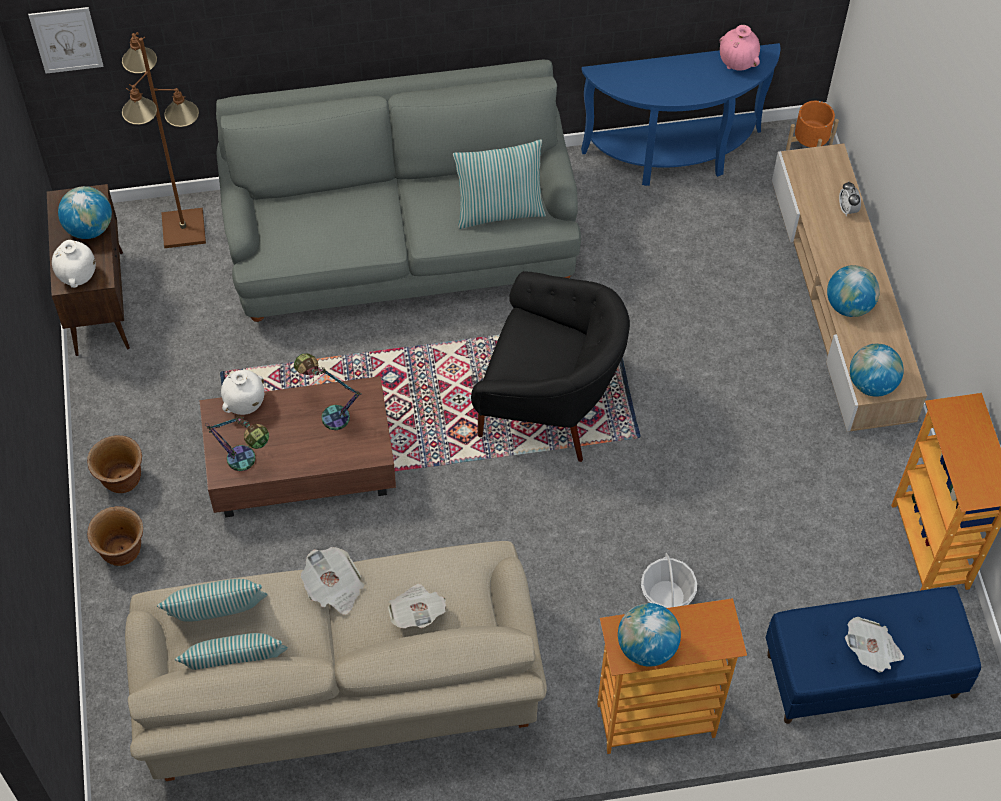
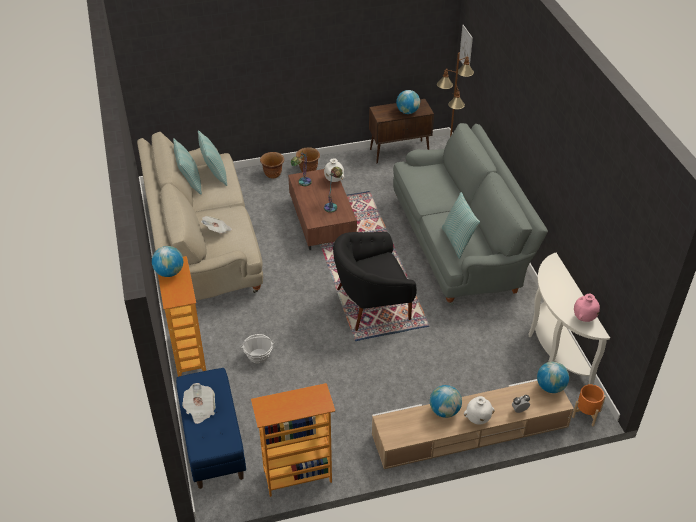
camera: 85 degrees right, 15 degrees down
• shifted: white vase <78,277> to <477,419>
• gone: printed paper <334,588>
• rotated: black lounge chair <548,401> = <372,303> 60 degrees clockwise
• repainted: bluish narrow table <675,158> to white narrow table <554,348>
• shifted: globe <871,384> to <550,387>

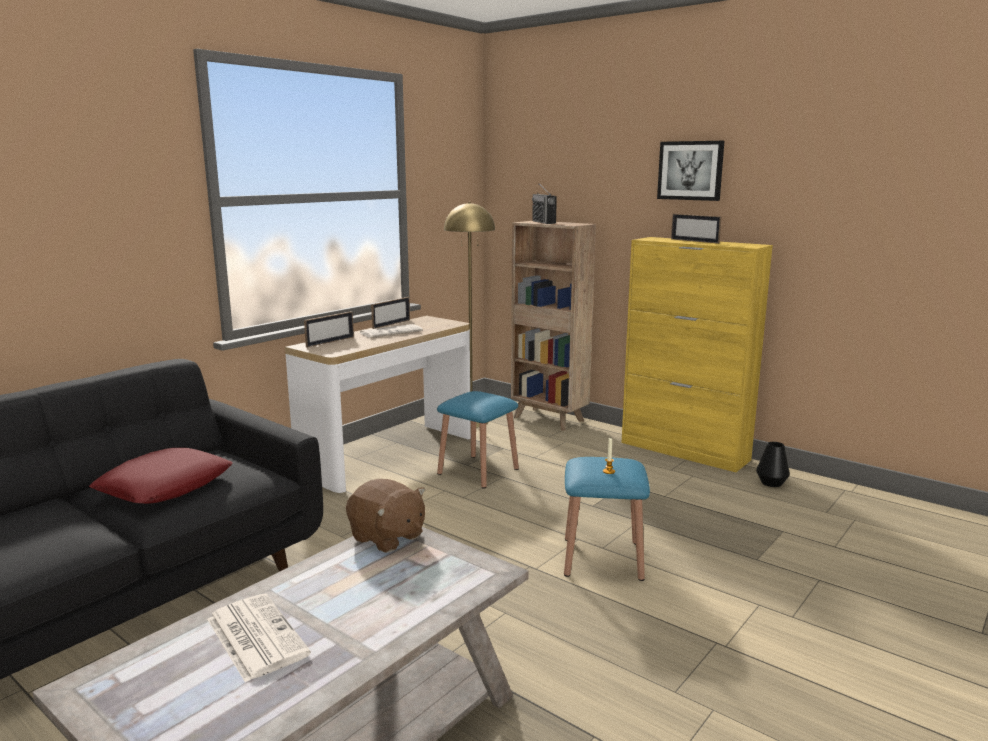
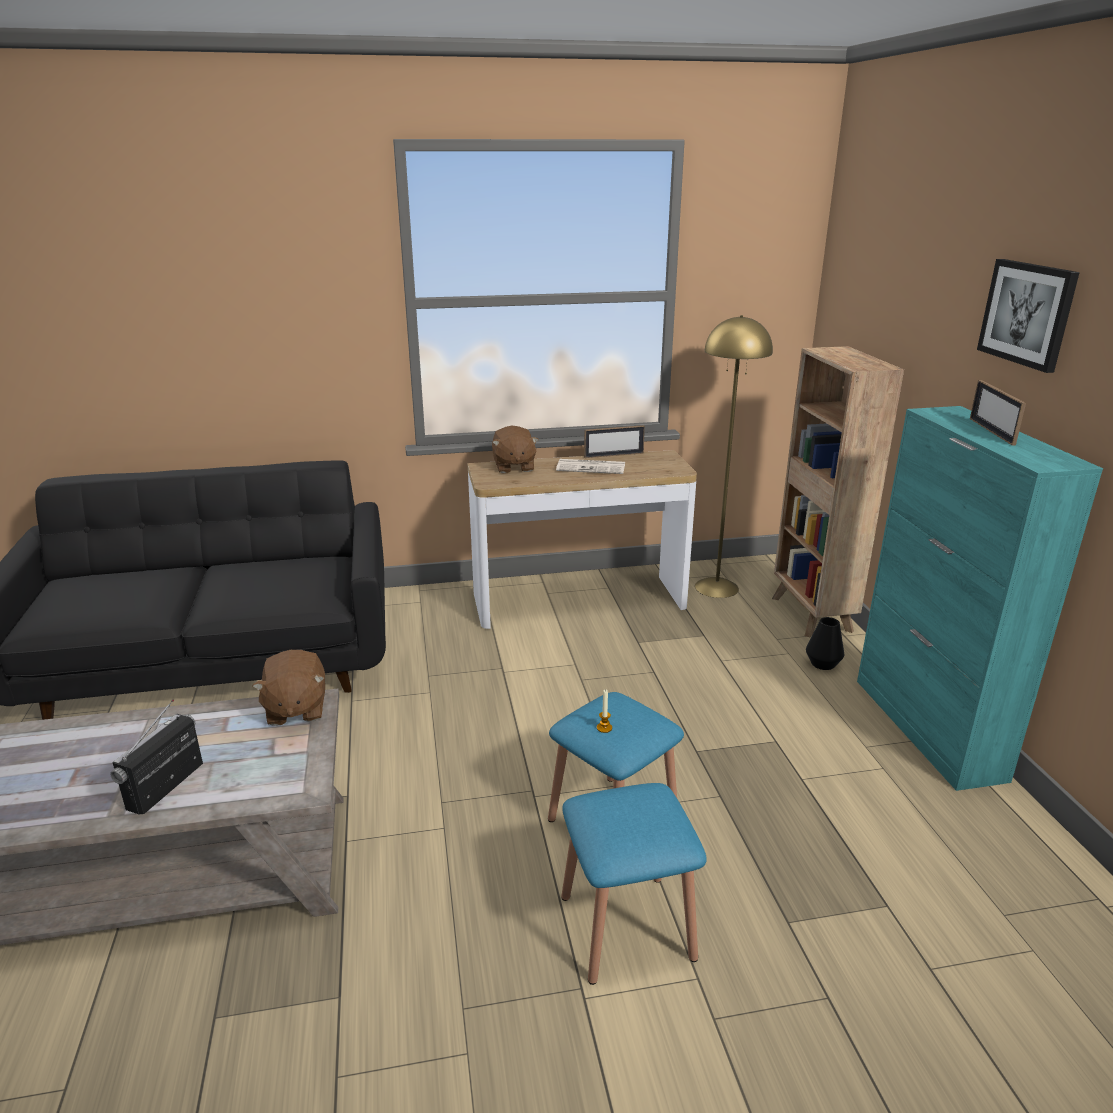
camera: 40 degrees right, 10 degrees up
• gone: red throw pillow <165,486>
• gone: printed paper <255,636>
• swapped: photo frame <330,342> to brownish cuddly toy <513,467>
• shifted: bluish stool <478,471> to <627,927>
• shifted: radio receiver <543,222> to <166,786>
• repainted: yellow storage cabinet <685,451> to turquoise storage cabinet <927,728>
• shifted: black vase <771,483> to <823,663>

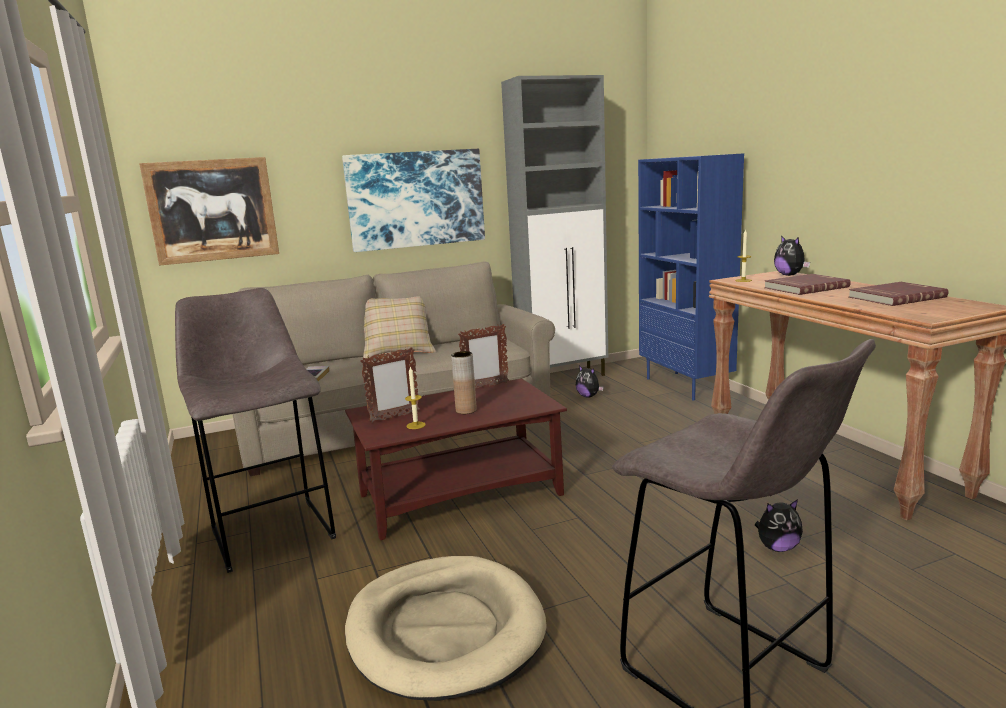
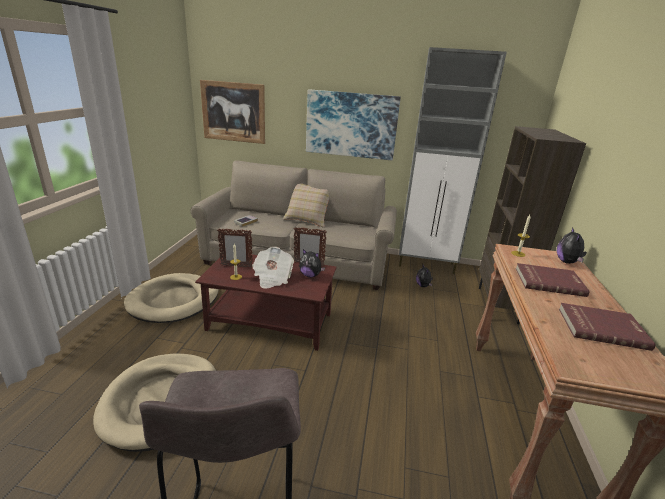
camera: 30 degrees right, 10 degrees up
• swapped: gray stool <272,532> to beige dog bed <174,301>
• swapped: brownish vase <466,410> to printed paper <272,278>
• repainted: bluish bookshelf <686,386> to brownish bookshelf <498,305>
• shifted: cuddly toy <777,548> to <310,275>

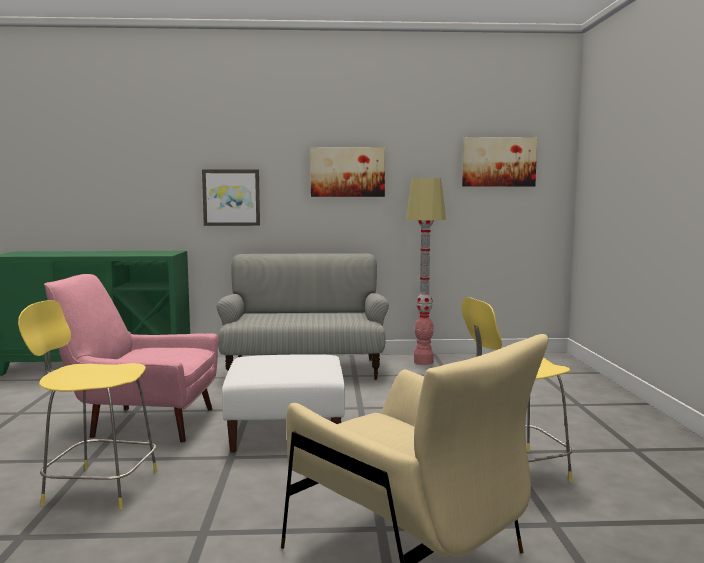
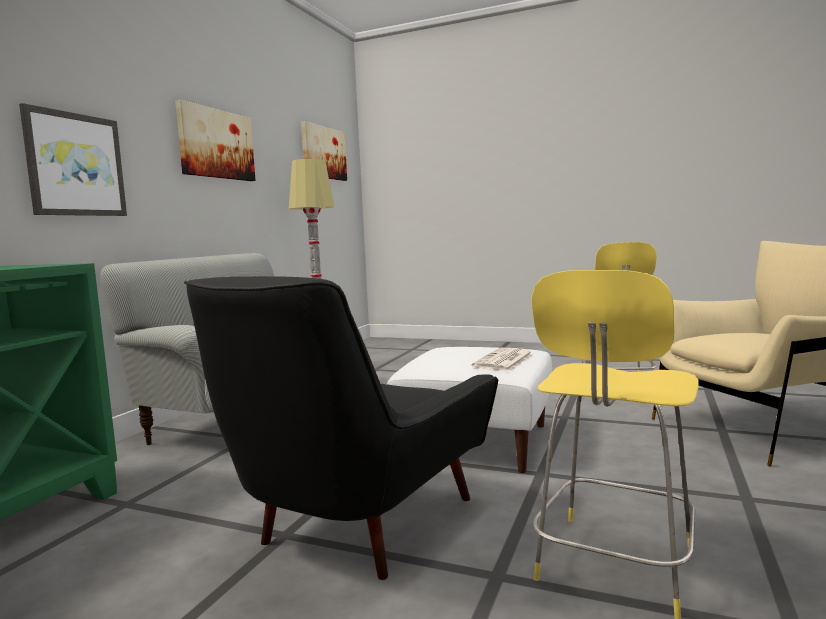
camera: 65 degrees left, 0 degrees up
• repainted: pink-coloured lounge chair <141,423> to black lounge chair <355,529>
• new: printed paper <504,361>

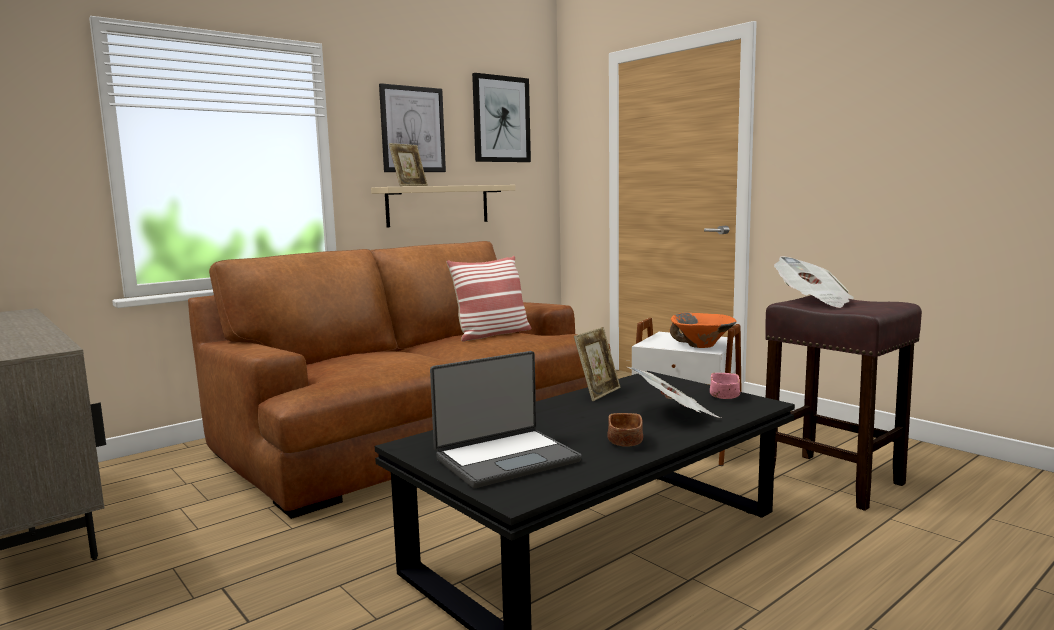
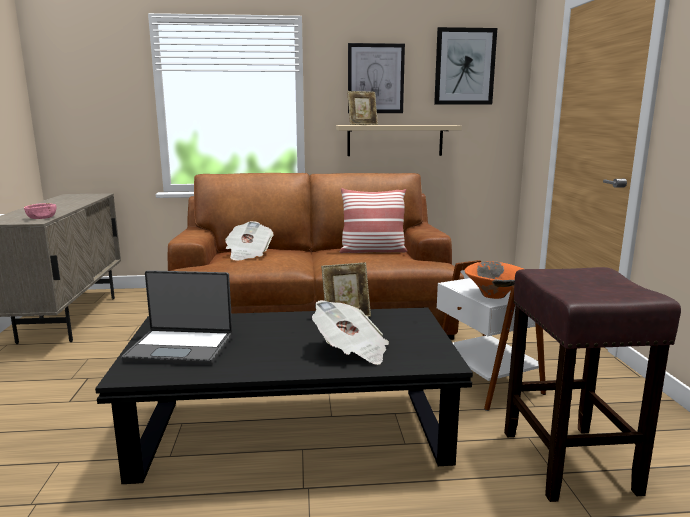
camera: 35 degrees right, 5 degrees up
• gone: brownish serving bowl <625,442>
• shifted: pink-coloured serving bowl <724,396> to <42,218>
• shifted: printed paper <813,302> to <248,254>

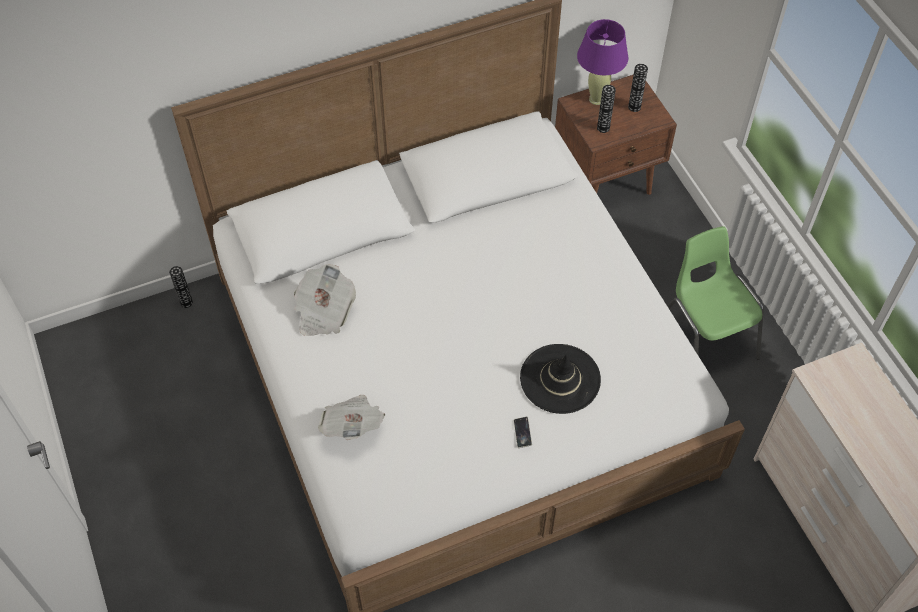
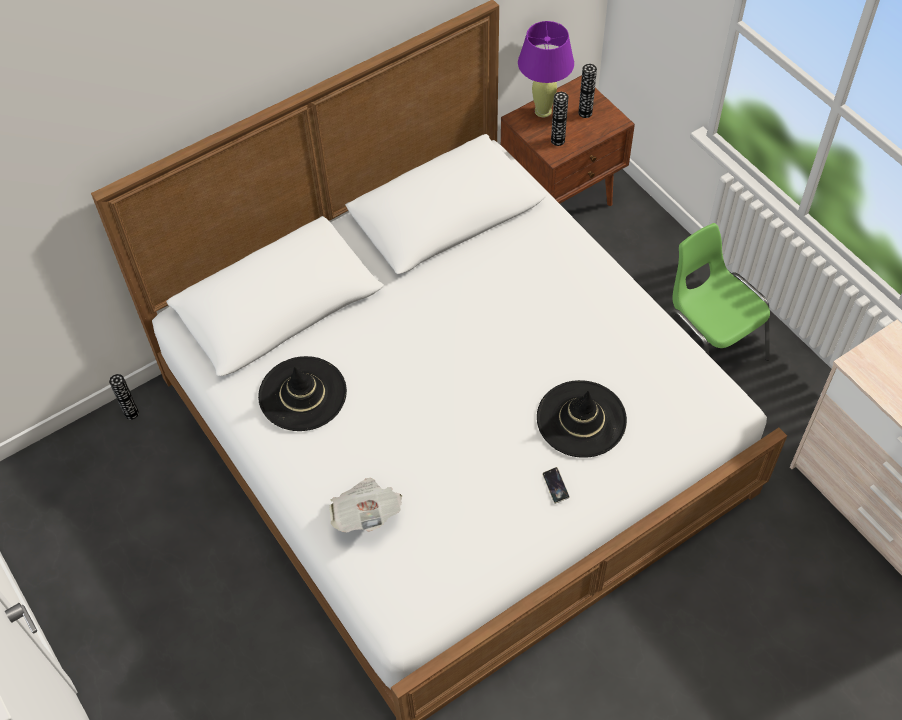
camera: 10 degrees left, 0 degrees up
• swapped: printed paper <324,312> to black hat <303,394>

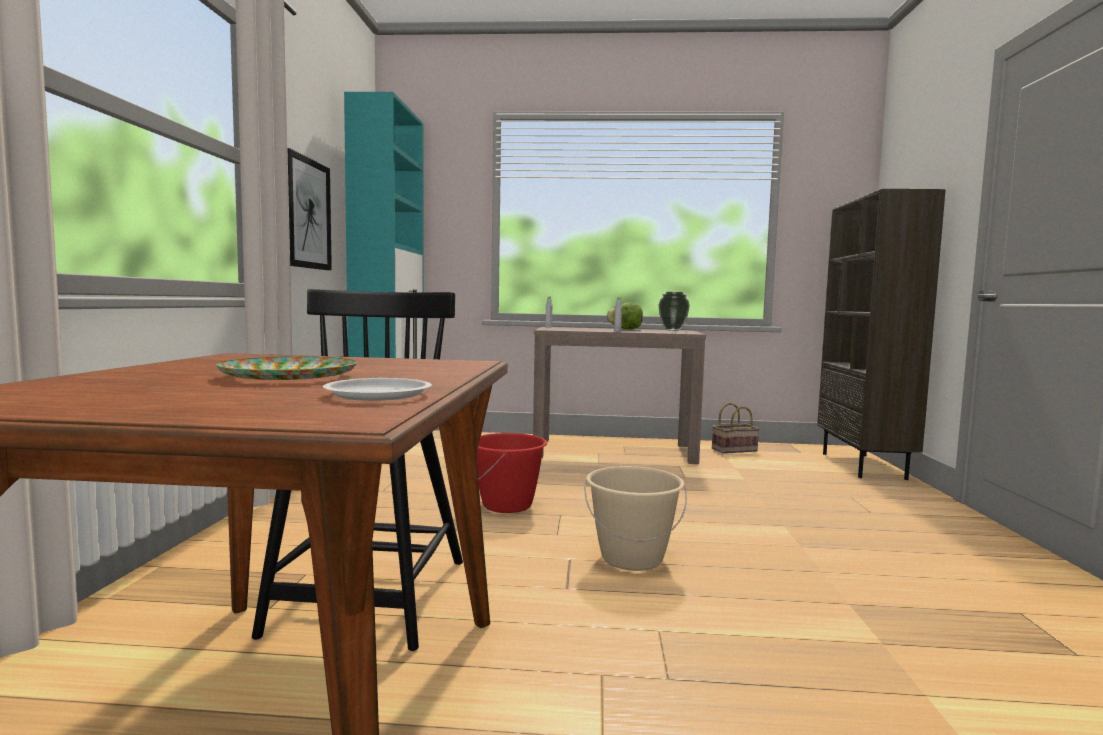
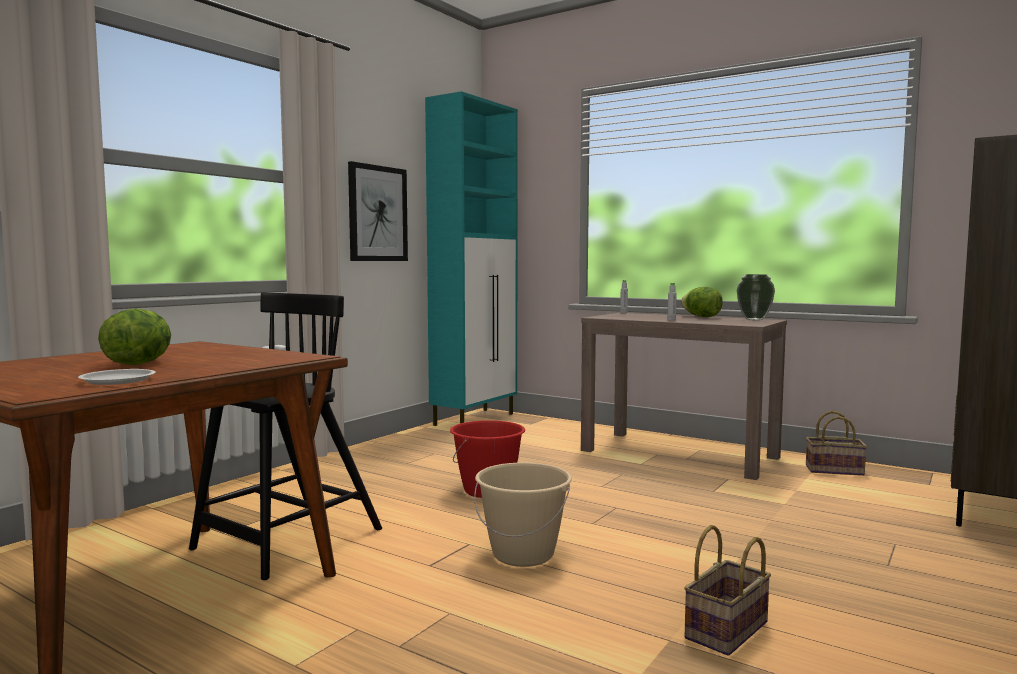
camera: 30 degrees right, 0 degrees up
• swapped: flat dish <288,376> to head of lettuce <139,364>
• new: basket <727,632>

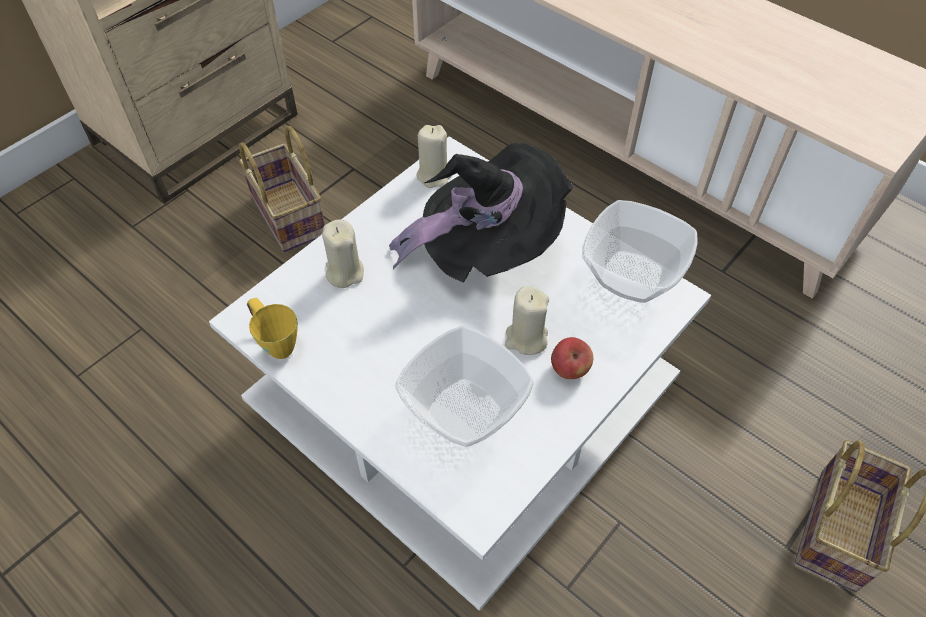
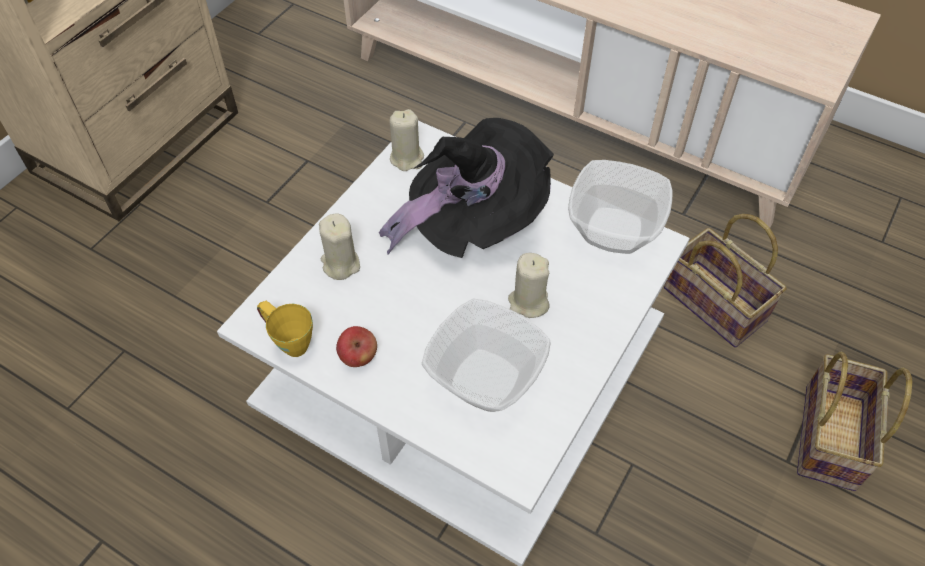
camera: 10 degrees left, 0 degrees up
• shifted: basket <291,216> to <718,305>
• shifted: apple fruit <569,369> to <358,357>

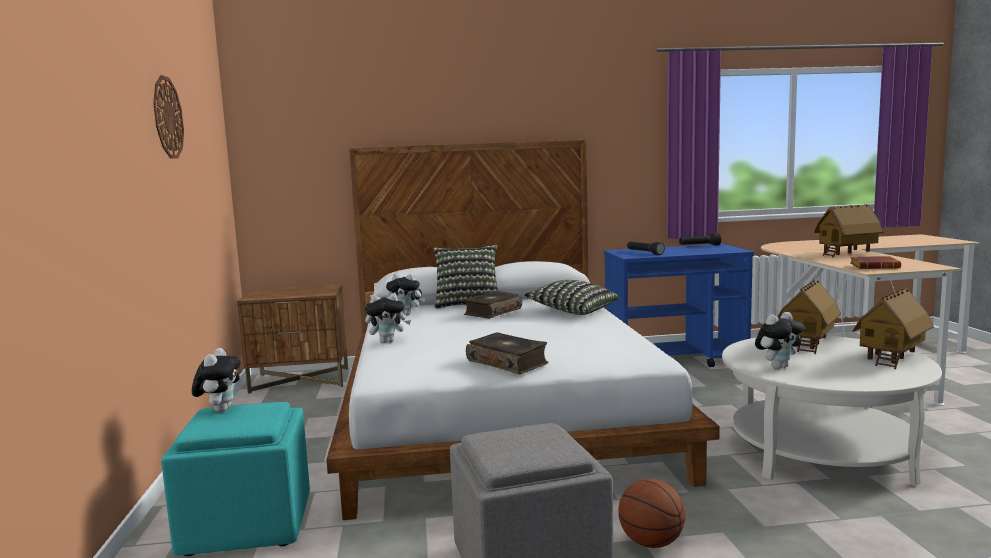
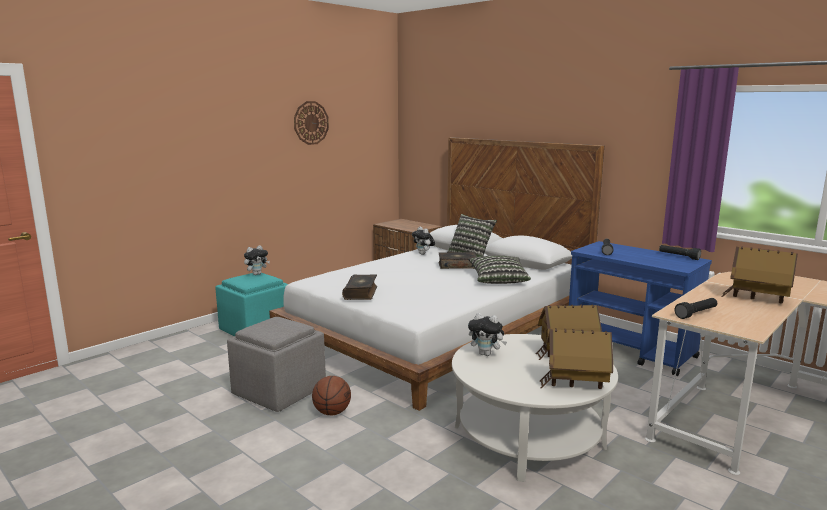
camera: 50 degrees right, 5 degrees up
• gone: cuddly toy <388,341>
• swapped: brownish book <875,267> to black torch <696,314>

